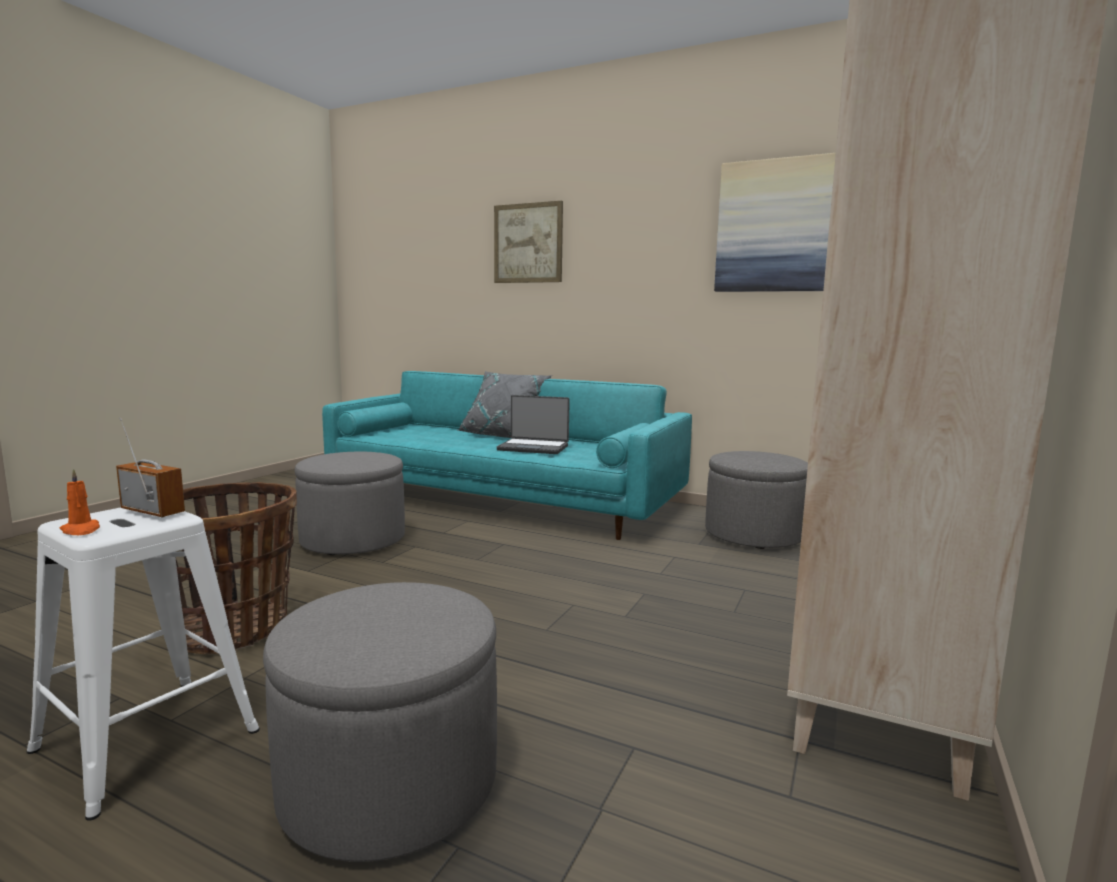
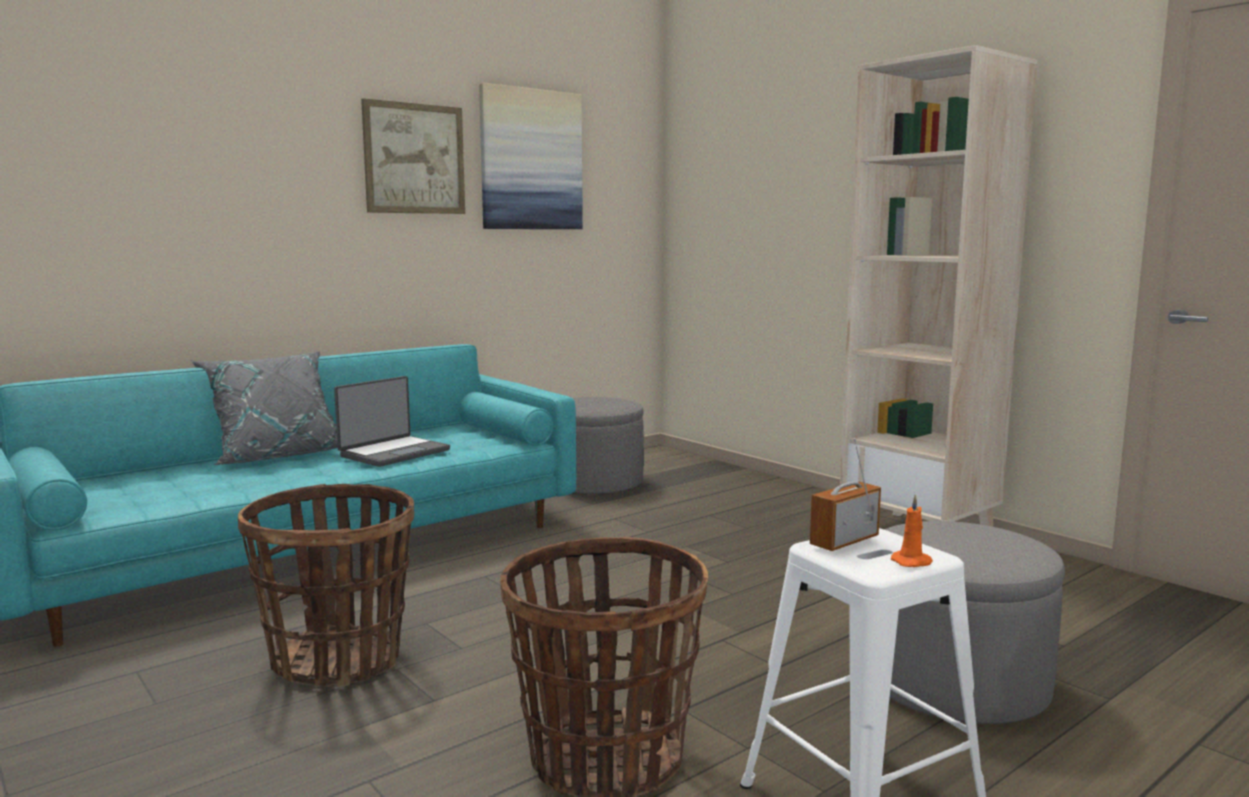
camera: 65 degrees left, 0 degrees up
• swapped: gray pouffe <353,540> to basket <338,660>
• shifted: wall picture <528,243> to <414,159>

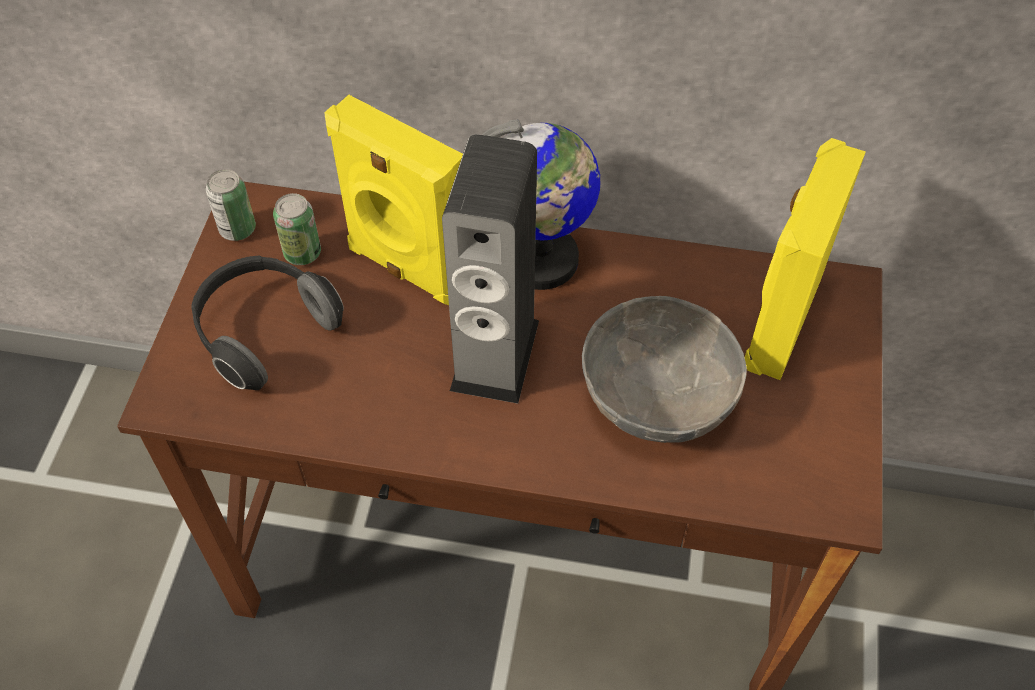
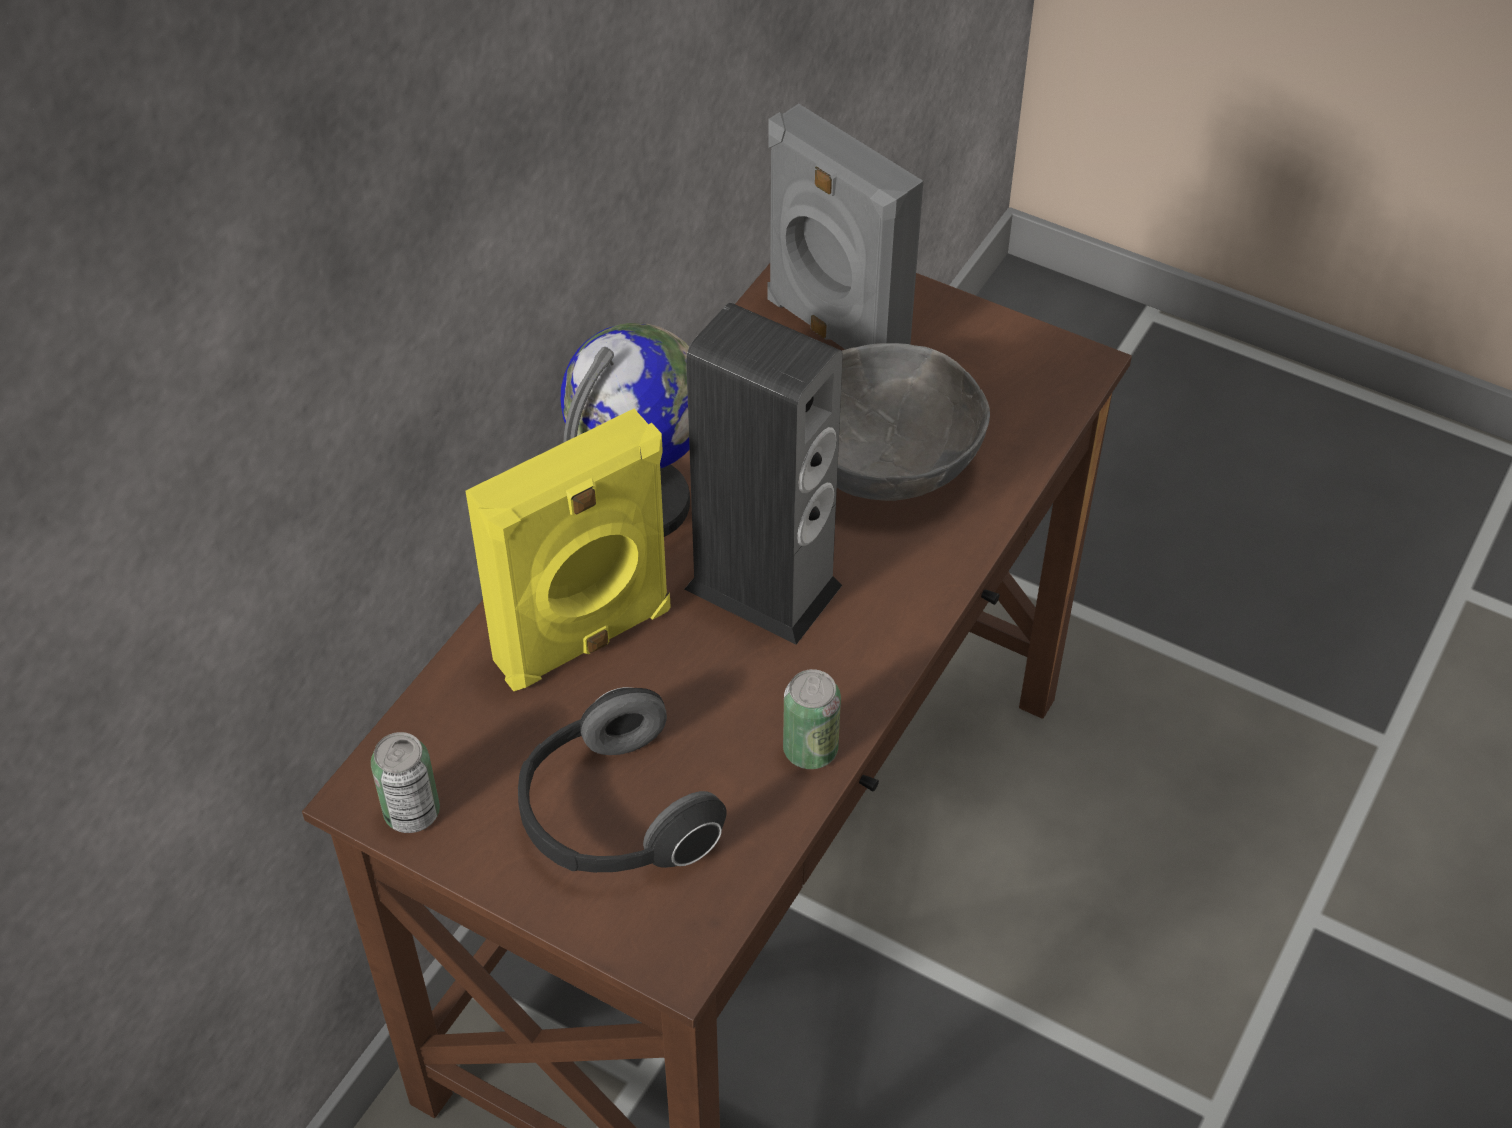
camera: 70 degrees left, 5 degrees down
• shifted: sealed can <302,253> to <810,750>
• repainted: yellow audio speaker <779,322> to gray audio speaker <833,330>

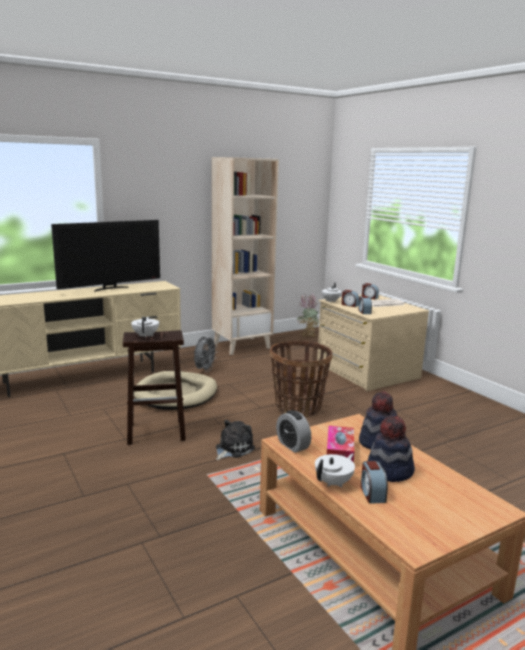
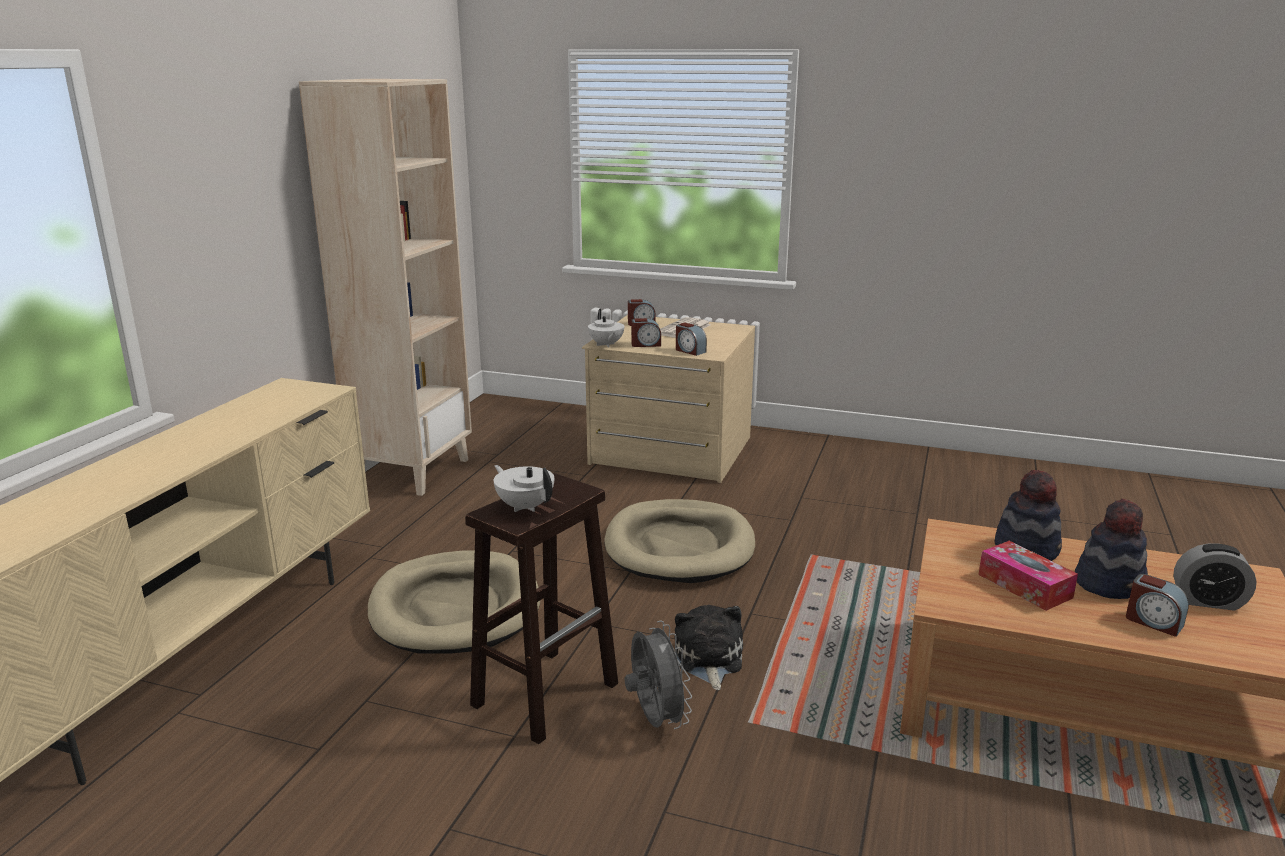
camera: 40 degrees left, 5 degrees up
• gone: TV <110,288>
• shifted: gray electric fan <204,370> to <655,720>
• swapped: basket <298,407> to beige dog bed <679,547>
• shifted: bedside clock <292,445> to <1208,601>
• gone: houseplant <307,335>
• gone: white pot for tea <334,482>

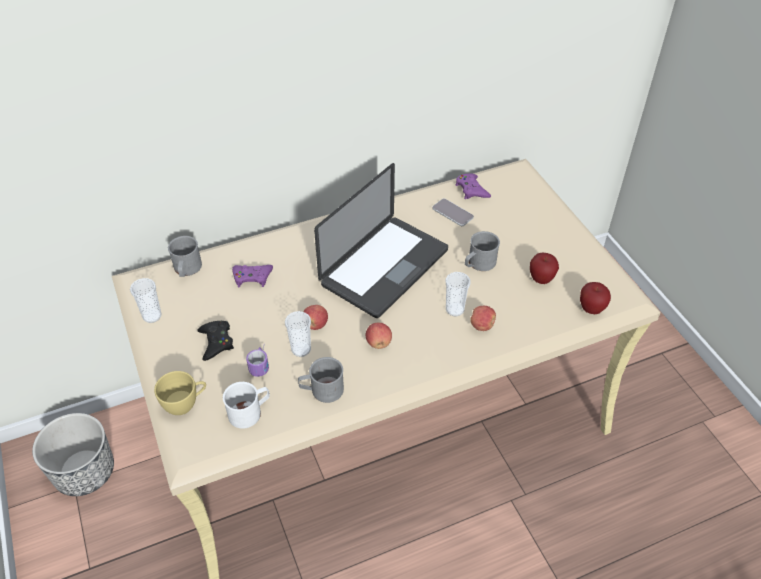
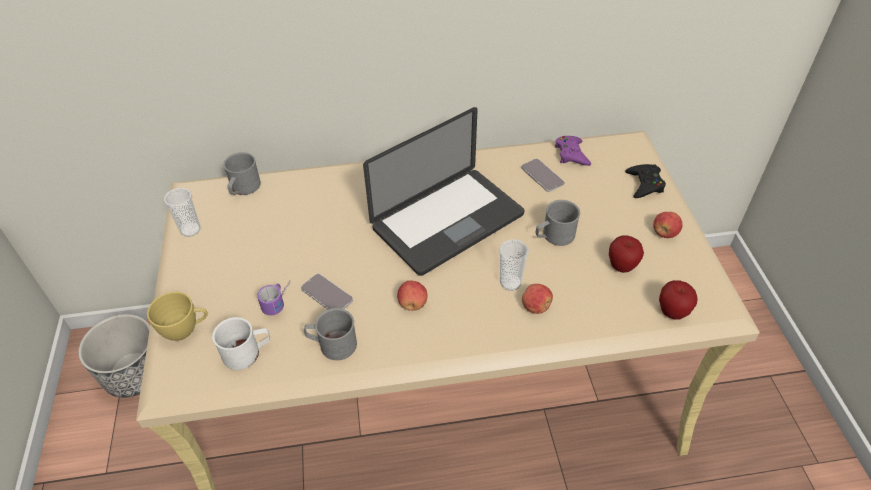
camera: 15 degrees right, 0 degrees up
• shifted: black gamepad <216,342> to <644,184>
• gone: purple-coloured gamepad <252,277>
• swapped: cup <301,349> to handset <327,294>
• shifted: apple fruit <315,324> to <664,233>

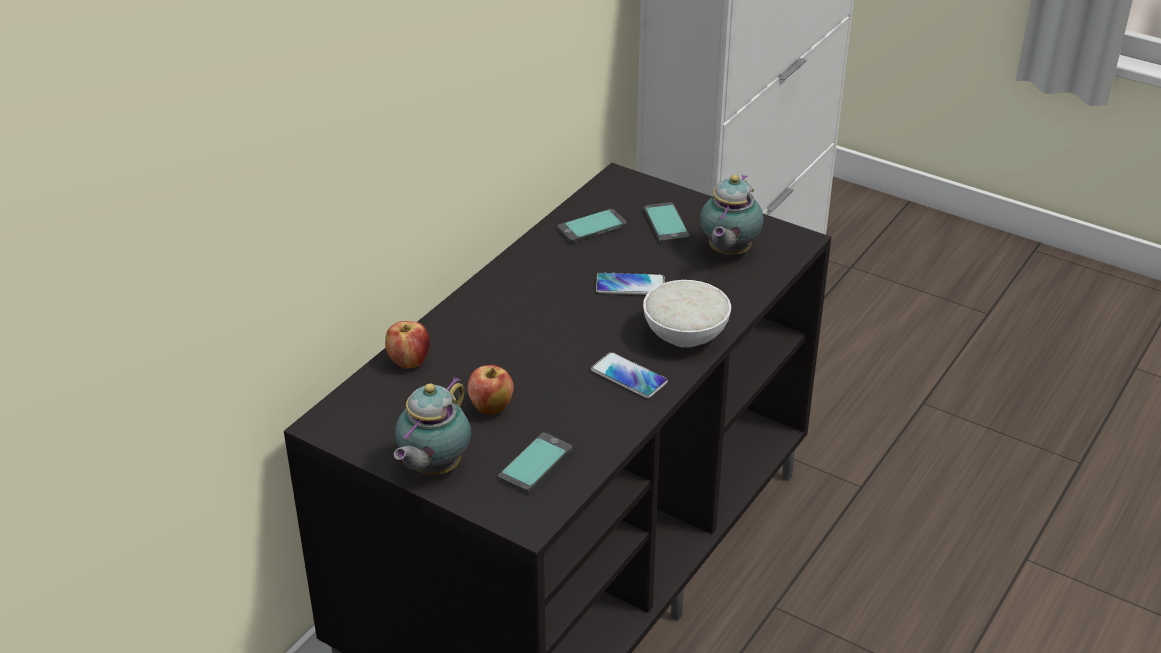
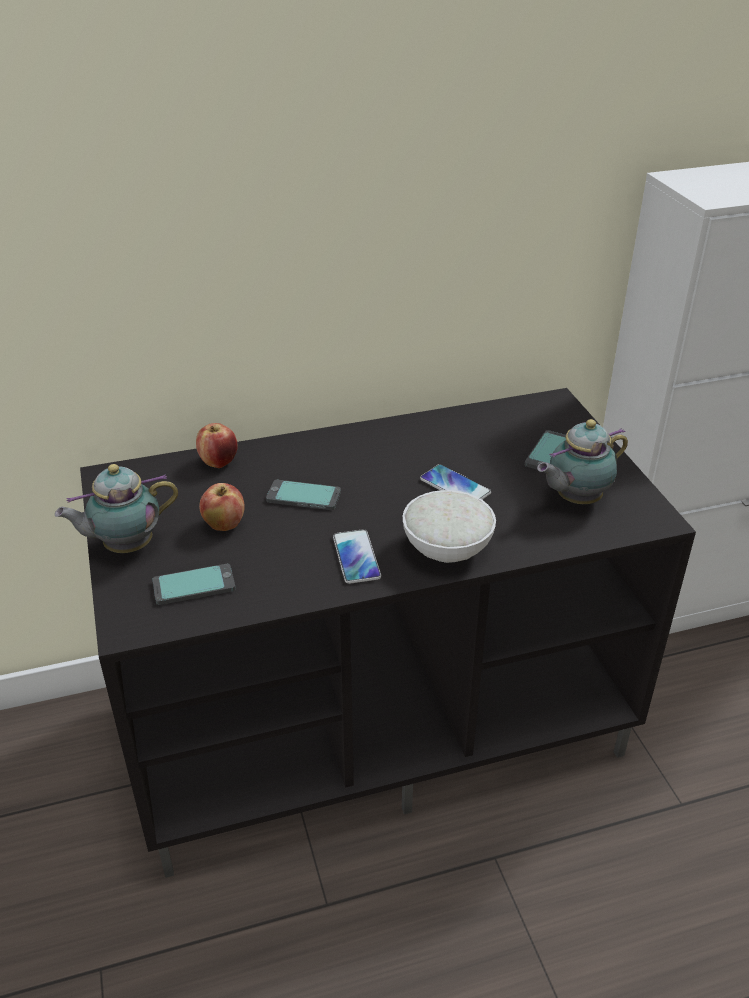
camera: 40 degrees right, 0 degrees up
• shifted: handset <592,227> to <303,496>

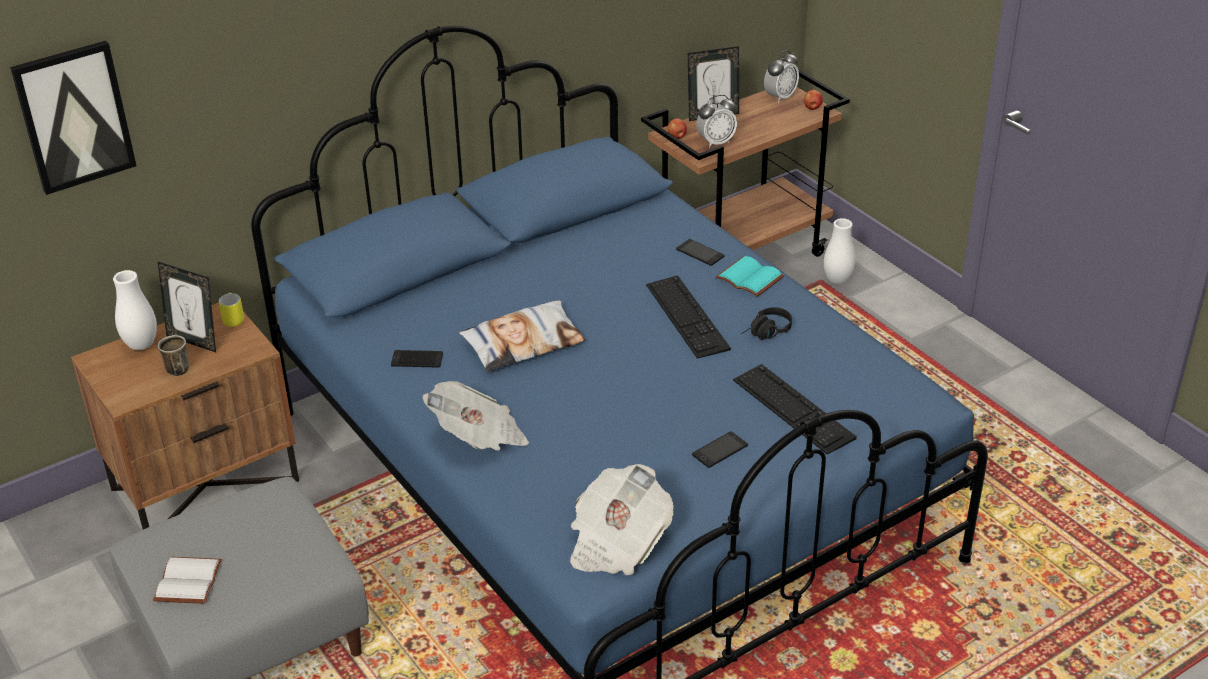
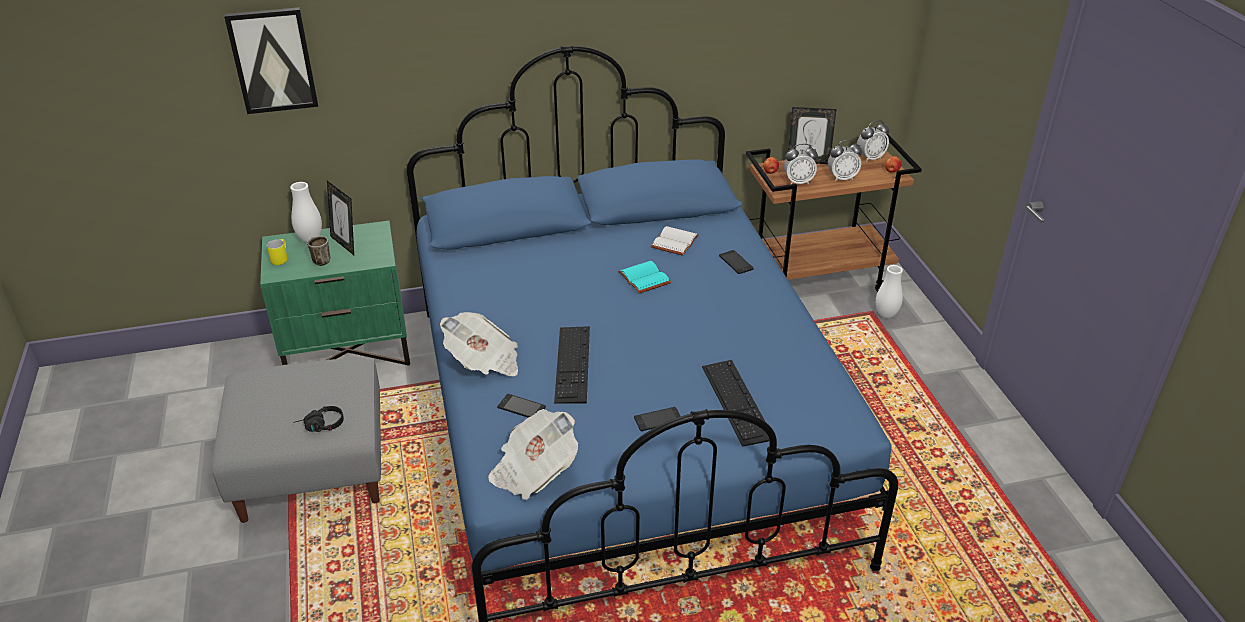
camera: 20 degrees right, 0 degrees up
• repainted: brownish night table <205,483> to green-coloured night table <348,350>
• shifted: white book <186,580> to <673,241>
• shifted: yellow tea mug <232,318> to <279,259>
• shifted: handset <417,359> to <521,407>
• gone: throw pillow <523,343>
• shifted: computer keyboard <687,316> to <572,364>
• shifted: turquoise book <748,278> to <642,278>
• shifted: black pair of headphones <766,333> to <320,426>
• new: bedside clock <842,178>

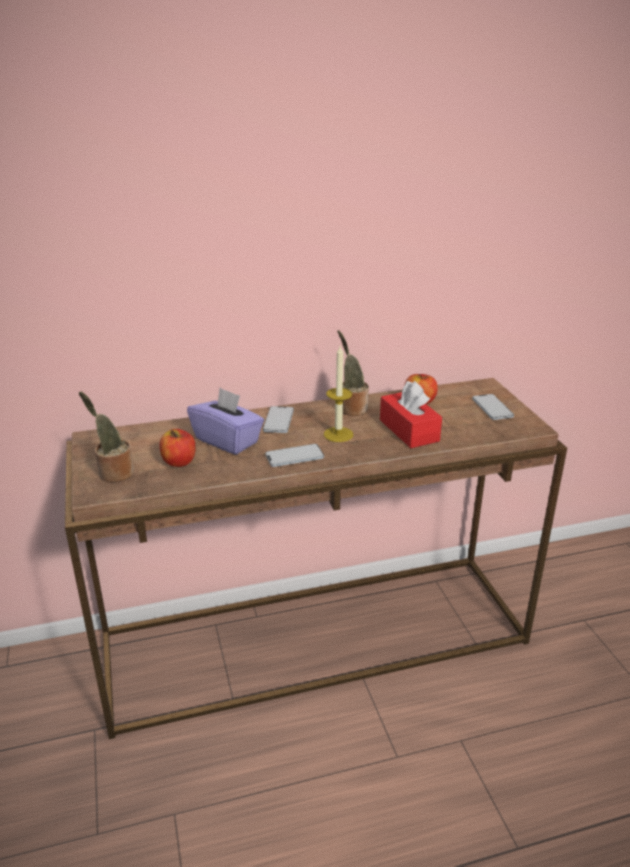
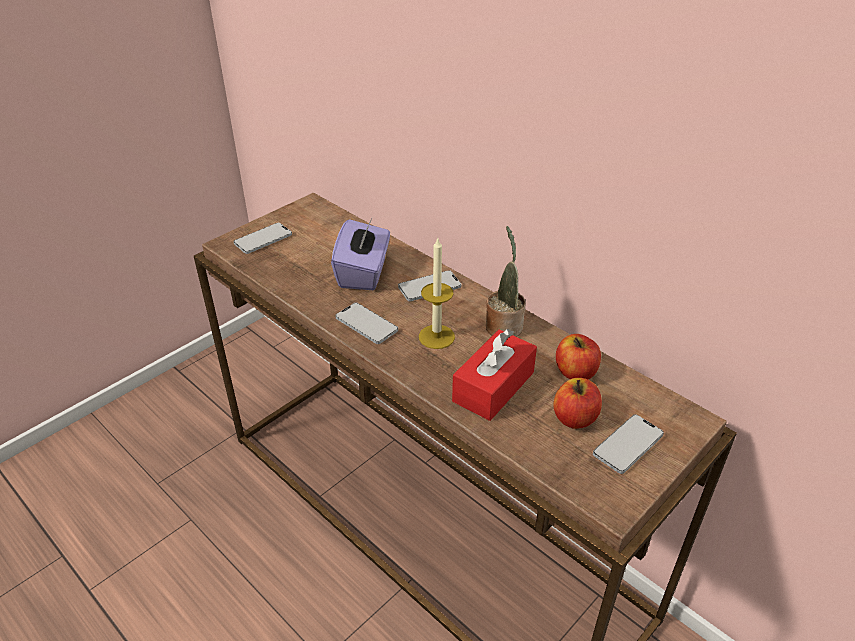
camera: 60 degrees right, 10 degrees up
• swapped: houseplant <113,473> to handset <263,239>
• shifted: apple fruit <179,462> to <575,418>

